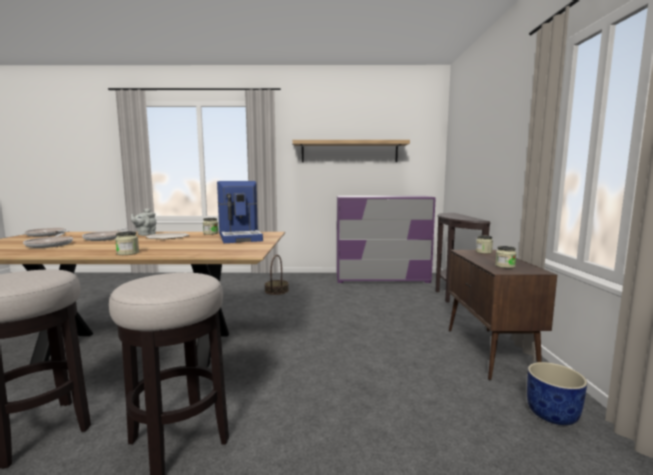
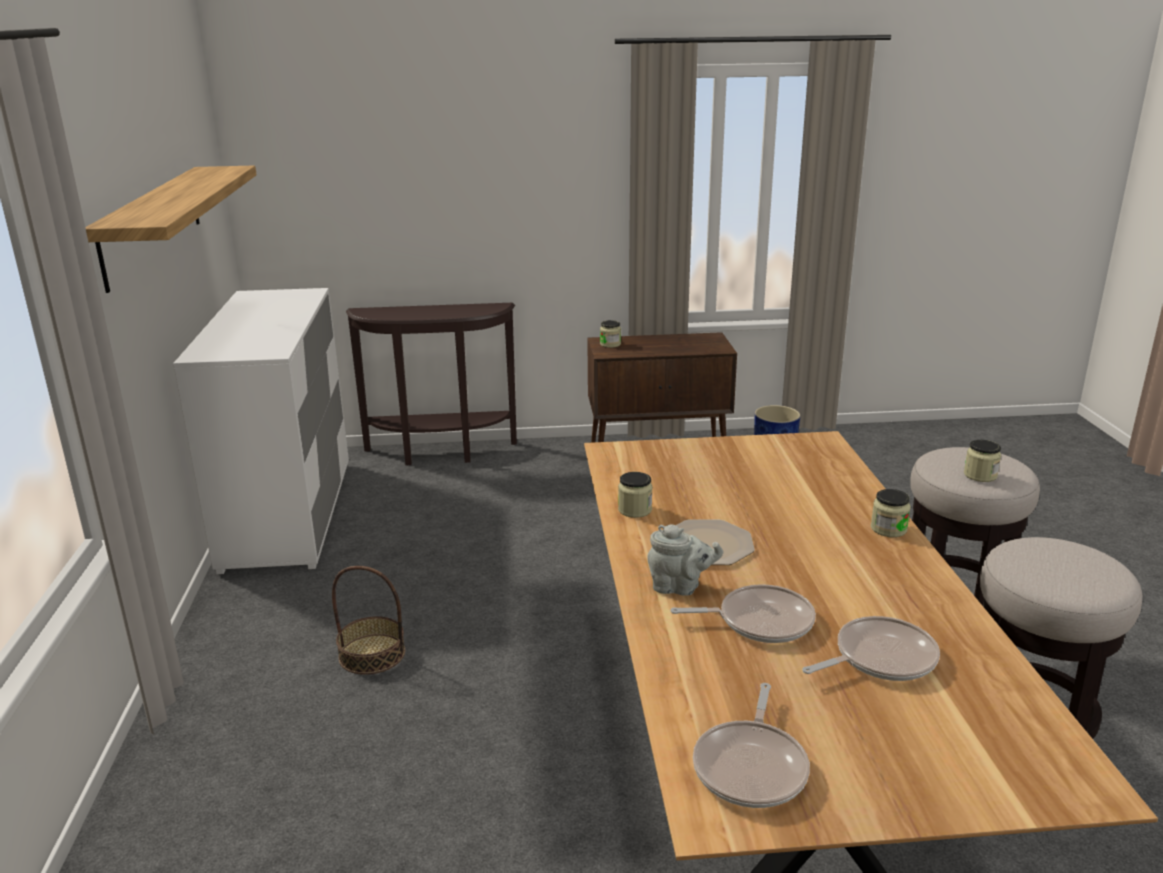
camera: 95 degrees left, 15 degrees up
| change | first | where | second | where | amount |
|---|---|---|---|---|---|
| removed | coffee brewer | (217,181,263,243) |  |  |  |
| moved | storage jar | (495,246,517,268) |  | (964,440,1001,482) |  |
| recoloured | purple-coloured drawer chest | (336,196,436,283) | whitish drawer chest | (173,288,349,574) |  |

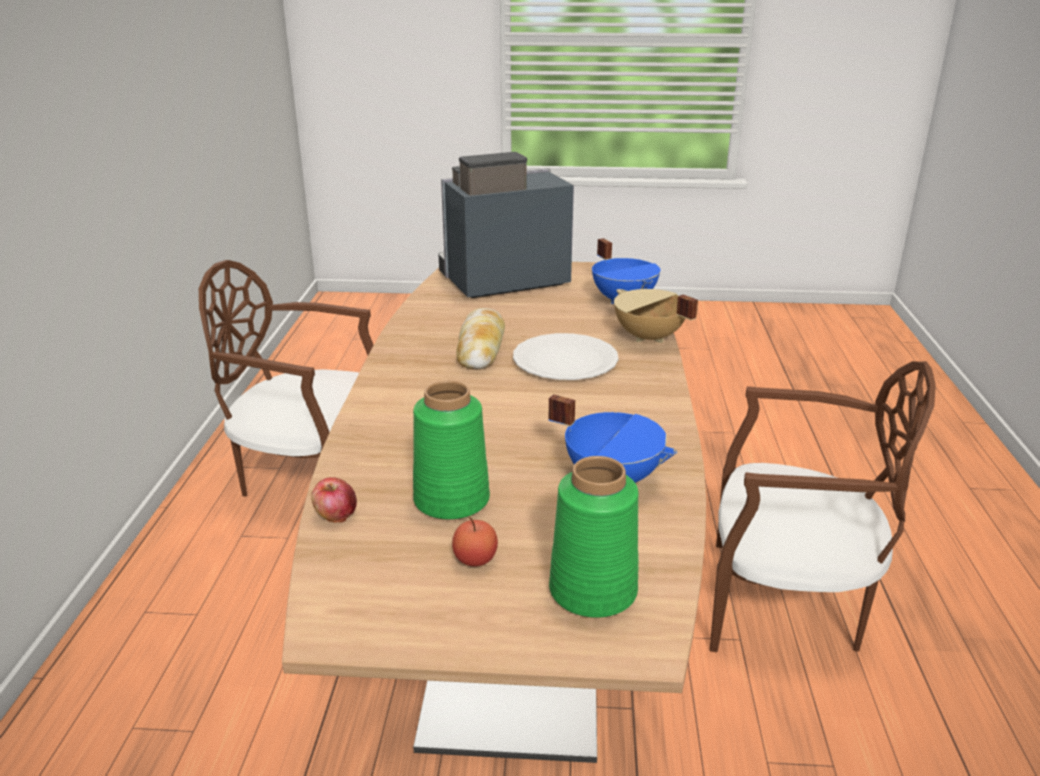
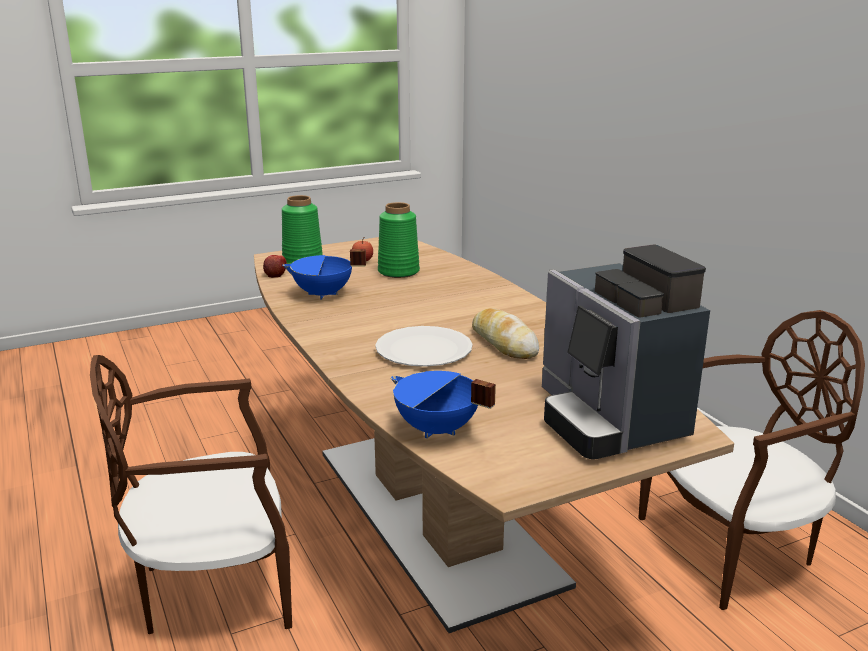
camera: 150 degrees right, 5 degrees down
| change | first | where | second | where | amount |
|---|---|---|---|---|---|
| removed | sand-coloured saucepot | (614,289,698,343) |  |  |  |
| moved | apple fruit | (311,477,357,523) |  | (263,255,287,278) |  |
| turned | coffee brewer | (438,152,574,298) |  | (542,245,710,459) | 120 degrees clockwise |

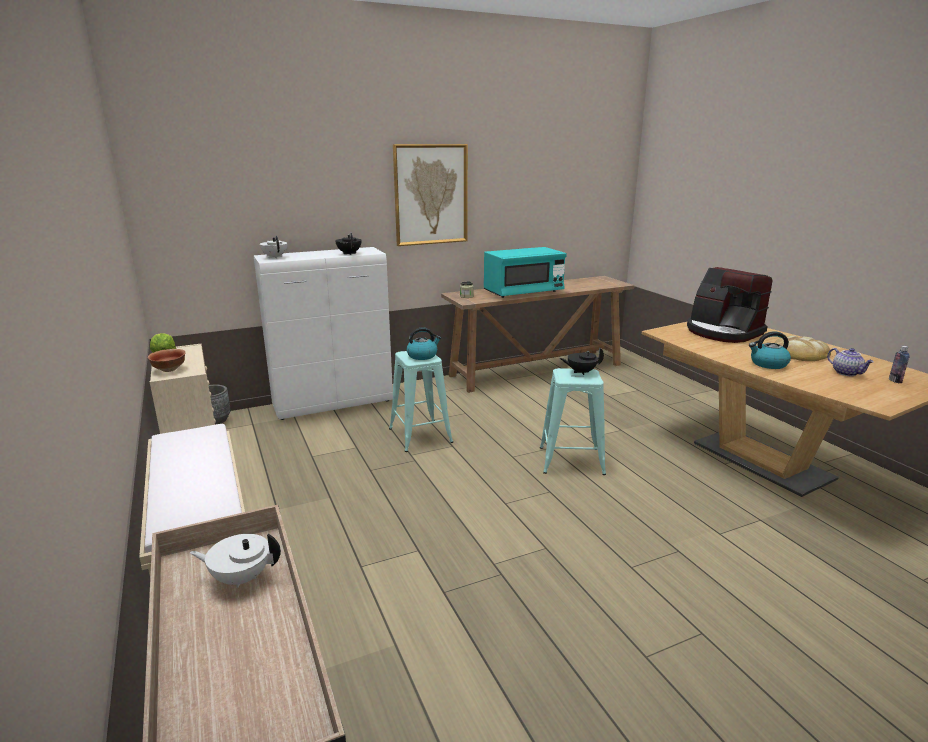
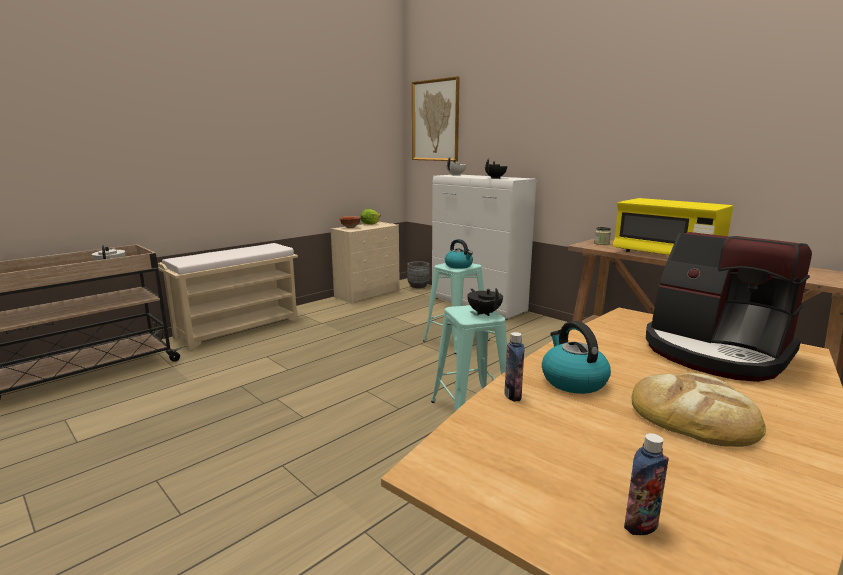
camera: 70 degrees right, 5 degrees down
| change | first | where | second | where | amount |
|---|---|---|---|---|---|
| removed | pot for tea | (827,348,874,376) |  |  |  |
| added |  |  | drink bottle | (504,332,525,402) |  |
| moved | wall art | (393,144,468,246) |  | (412,76,460,161) |  |
| recoloured | turquoise kitchen microwave | (484,247,567,298) | yellow-coloured kitchen microwave | (613,198,733,255) |  |
| turned | coffee brewer | (687,267,772,343) |  | (646,232,812,382) | 75 degrees counterclockwise |

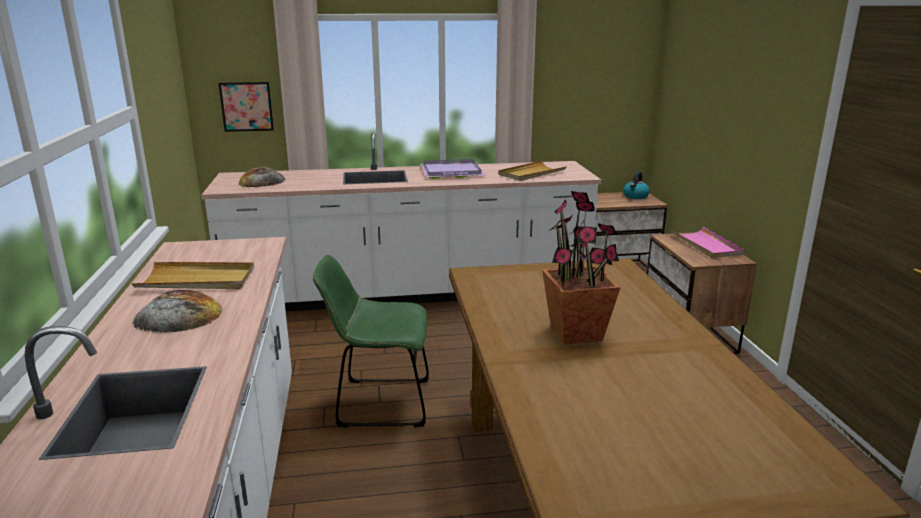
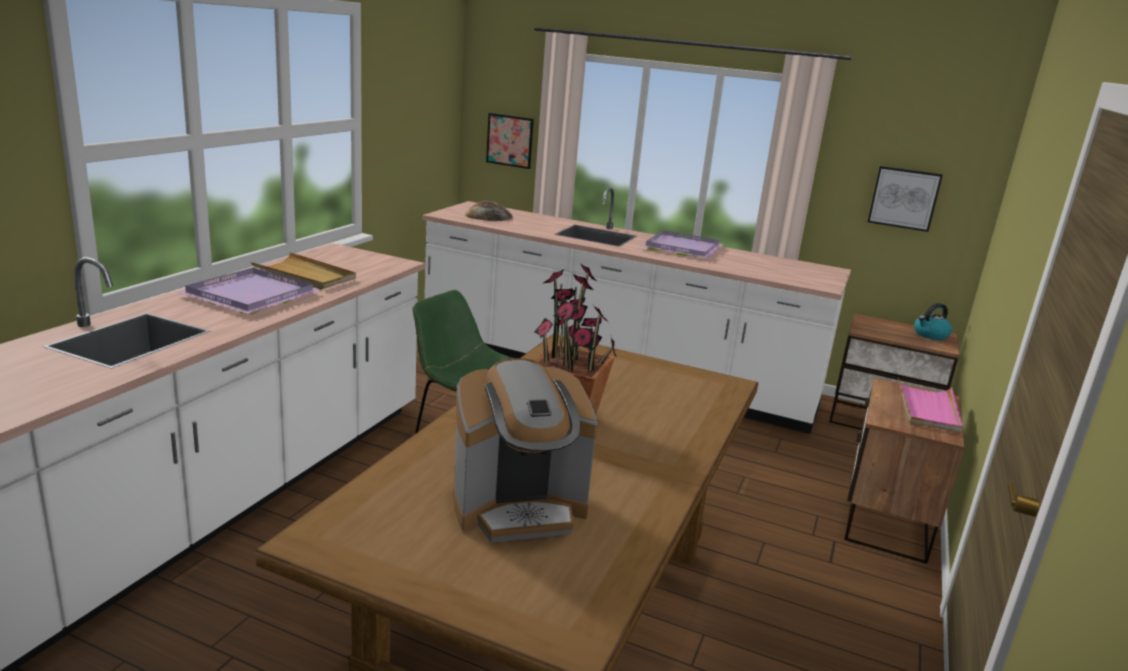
camera: 30 degrees right, 0 degrees up
| change | first | where | second | where | amount |
|---|---|---|---|---|---|
| removed | sand-coloured tray | (498,161,567,181) |  |  |  |
| added |  |  | coffee brewer | (453,358,598,543) |  |
| added |  |  | wall art | (868,166,943,232) |  |
| replaced | bakery bread | (132,290,223,333) | purple-coloured tray | (177,268,320,314) |  |

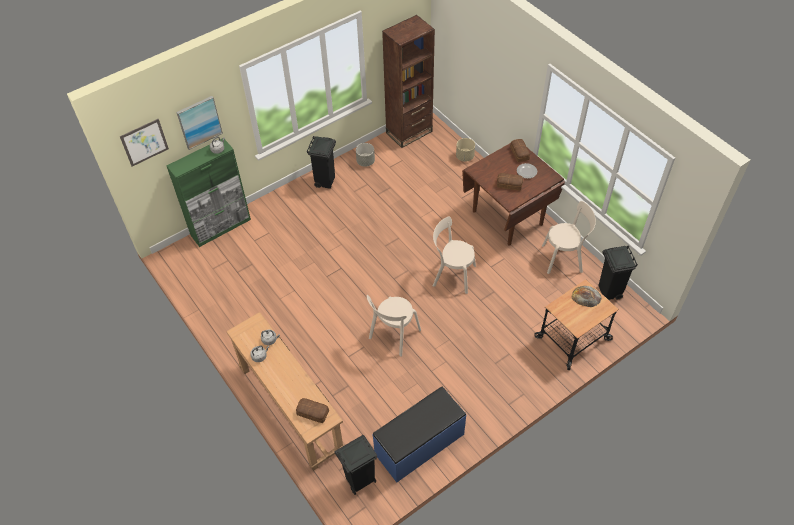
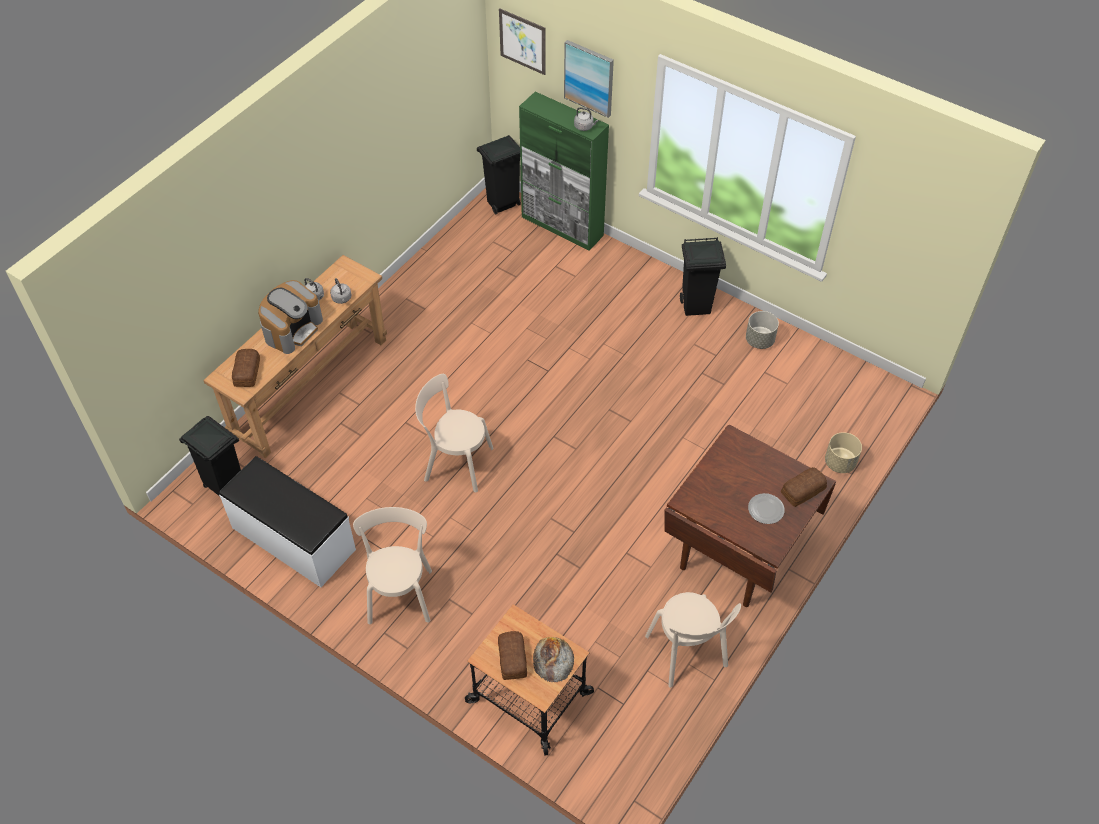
camera: 70 degrees right, 0 degrees up
| change | first | where | second | where | amount |
|---|---|---|---|---|---|
| removed | brown bookshelf | (382,15,435,148) |  |  |  |
| added |  |  | coffee brewer | (258,280,323,354) |  |
| moved | sand-coloured chair | (433,217,476,294) |  | (353,507,432,624) |  |
| moved | bakery bread | (497,173,523,190) |  | (498,631,527,680) |  |
| moved | blackish waste bin | (598,246,638,300) |  | (477,135,521,215) |  |
| recoloured | bluish indoor bench | (372,387,467,482) | whitish indoor bench | (219,456,356,587) |  |

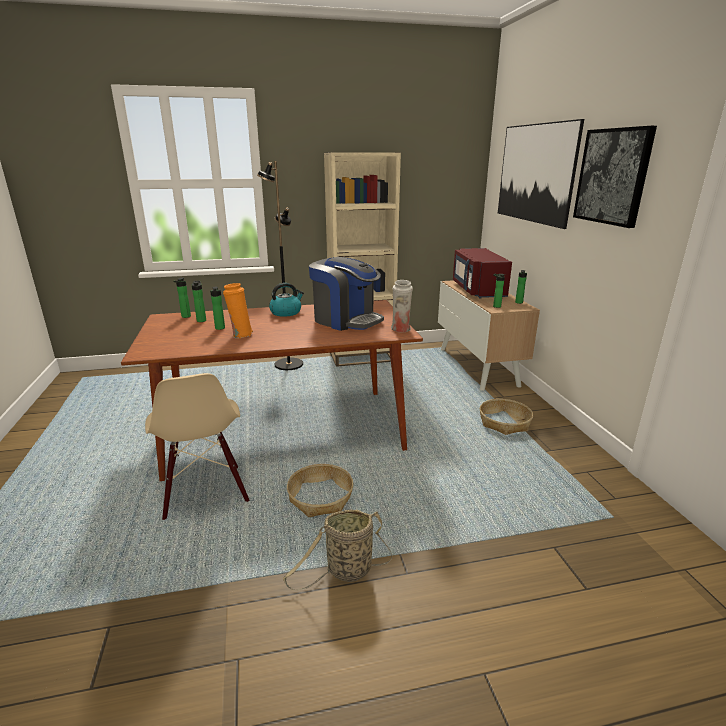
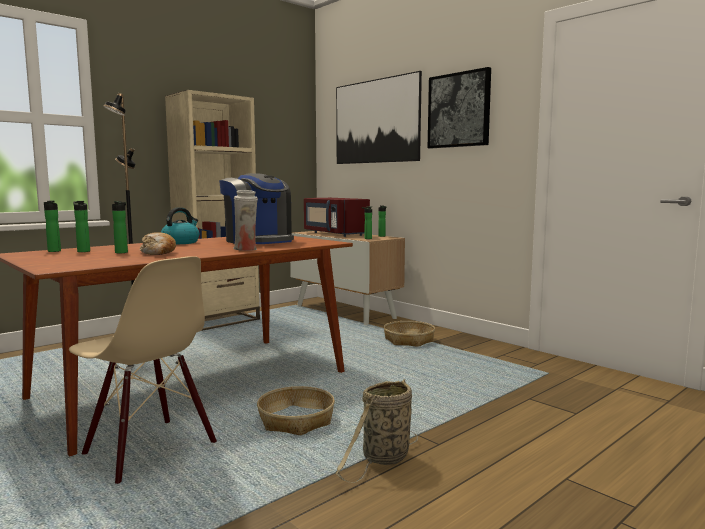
camera: 30 degrees left, 15 degrees down
| change | first | where | second | where | amount |
|---|---|---|---|---|---|
| moved | whitish flower vase | (391,280,413,332) |  | (233,190,258,251) |  |
| replaced | orangey flower vase | (223,283,253,338) | bakery bread | (140,232,176,255) |  |
| turned | coffee brewer | (309,257,384,331) |  | (219,173,294,244) | 45 degrees clockwise |

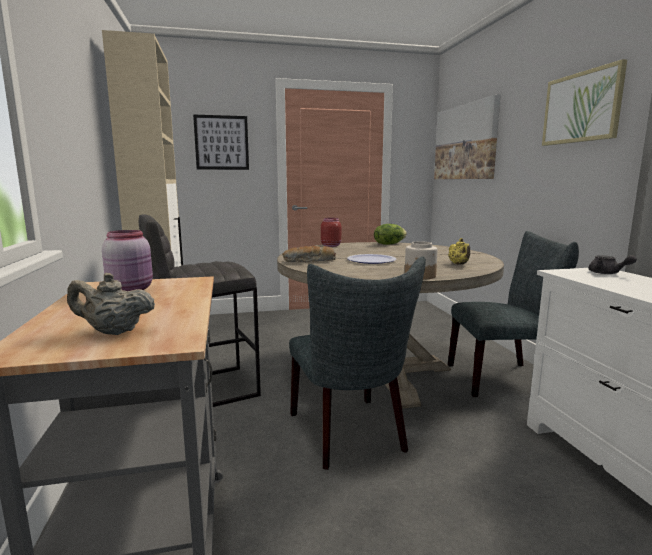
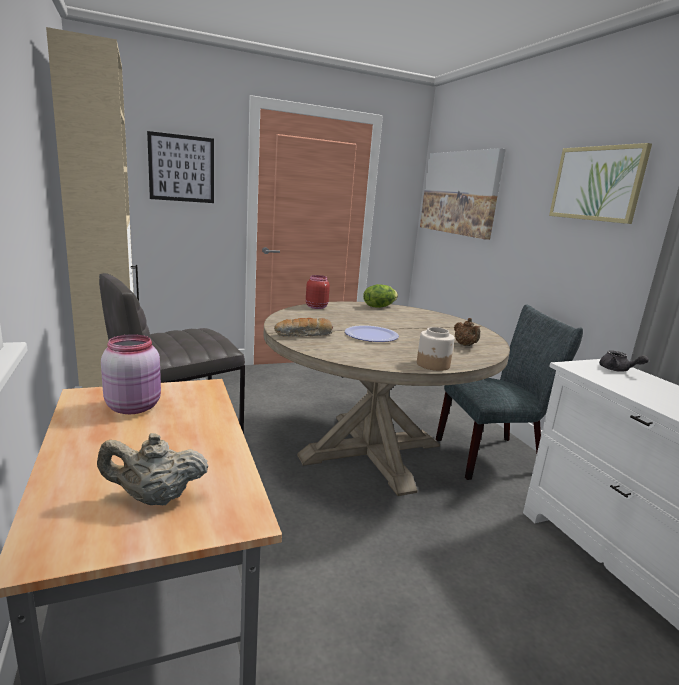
camera: 10 degrees left, 5 degrees up
| change | first | where | second | where | amount |
|---|---|---|---|---|---|
| removed | gray chair | (289,256,426,470) |  |  |  |
| recoloured | yellow-coloured pot for tea | (449,238,470,264) | brown pot for tea | (454,318,480,346) |  |

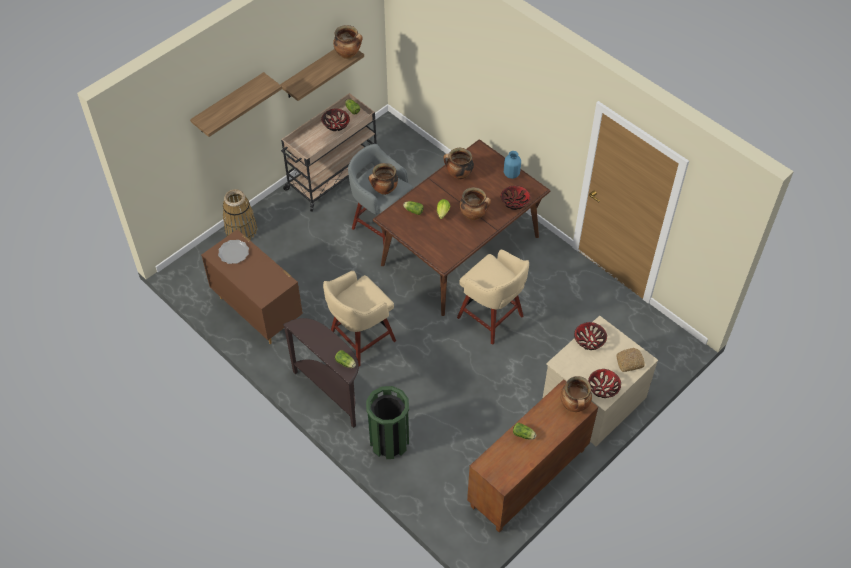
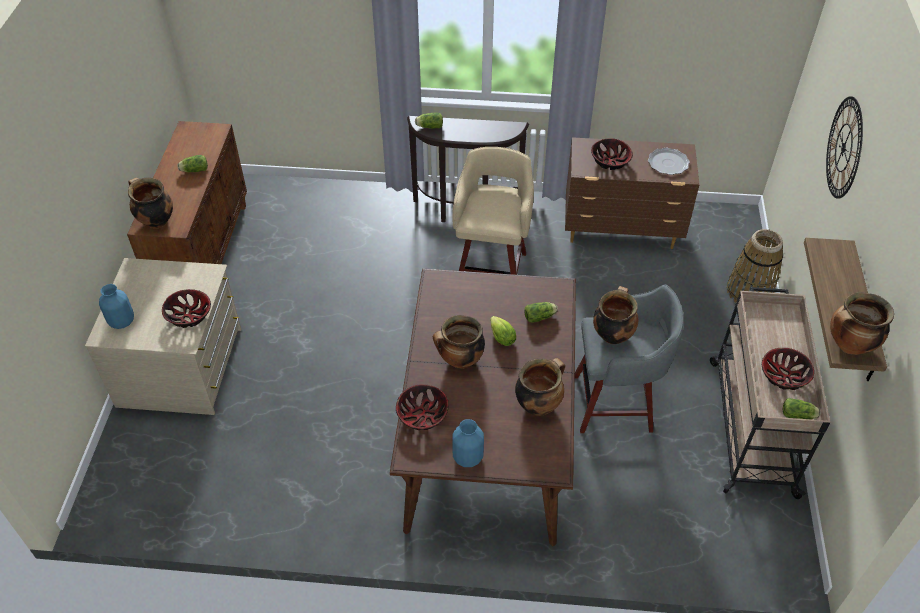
camera: 140 degrees right, 5 degrees down
| change | first | where | second | where | amount |
|---|---|---|---|---|---|
| removed | green-coloured waste bin | (366,386,409,459) |  |  |  |
| removed | sand-coloured stool seat | (457,250,529,345) |  |  |  |
| moved | serving bowl | (588,369,621,398) |  | (591,138,633,170) |  |
| replaced | bracket shelf | (190,72,282,137) | clock on the wall | (826,96,863,199) |  |
| replaced | bakery bread | (616,348,644,372) | bluish flower vase | (99,284,134,329) |  |

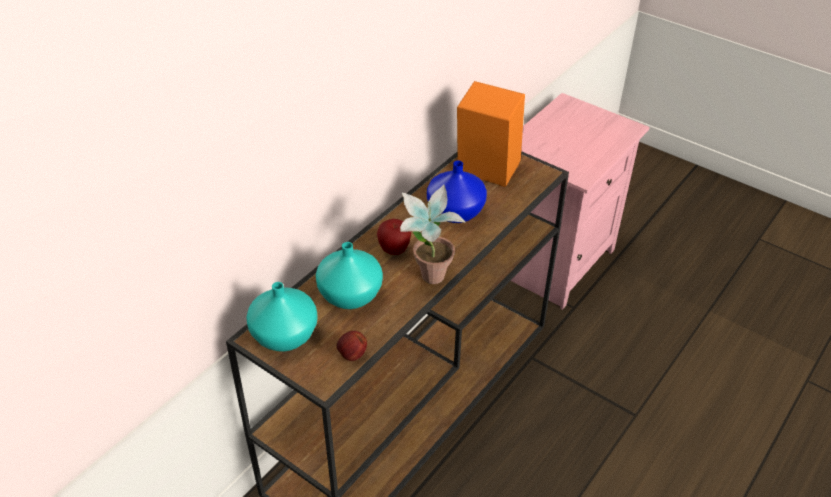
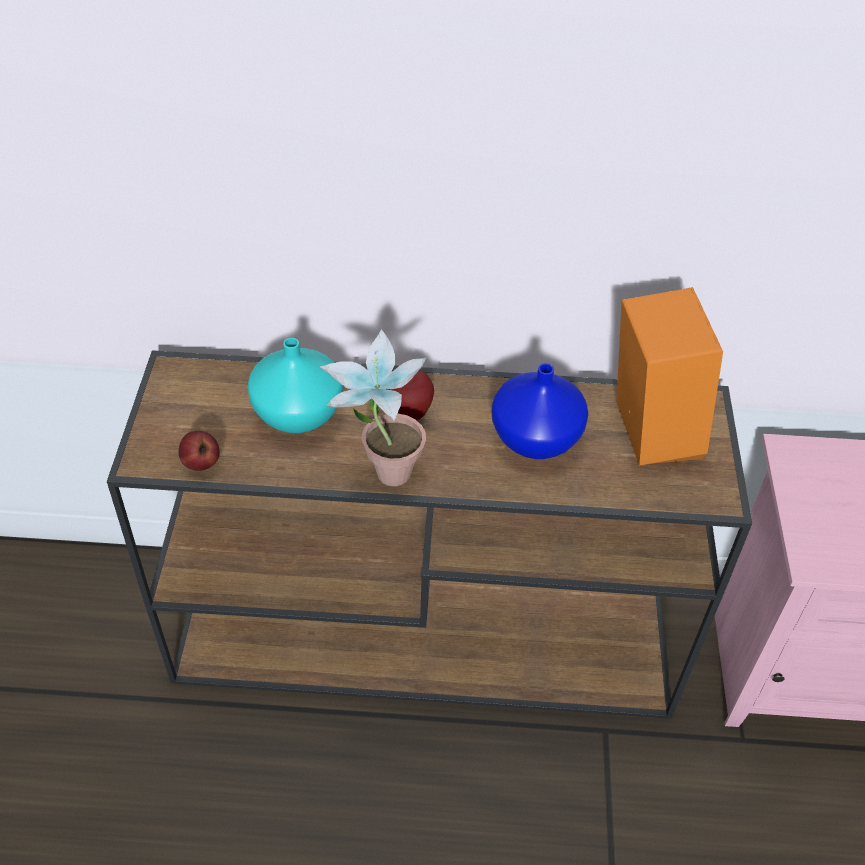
camera: 55 degrees right, 5 degrees up
| change | first | where | second | where | amount |
|---|---|---|---|---|---|
| removed | turquoise flower vase | (246,282,318,351) |  |  |  |

